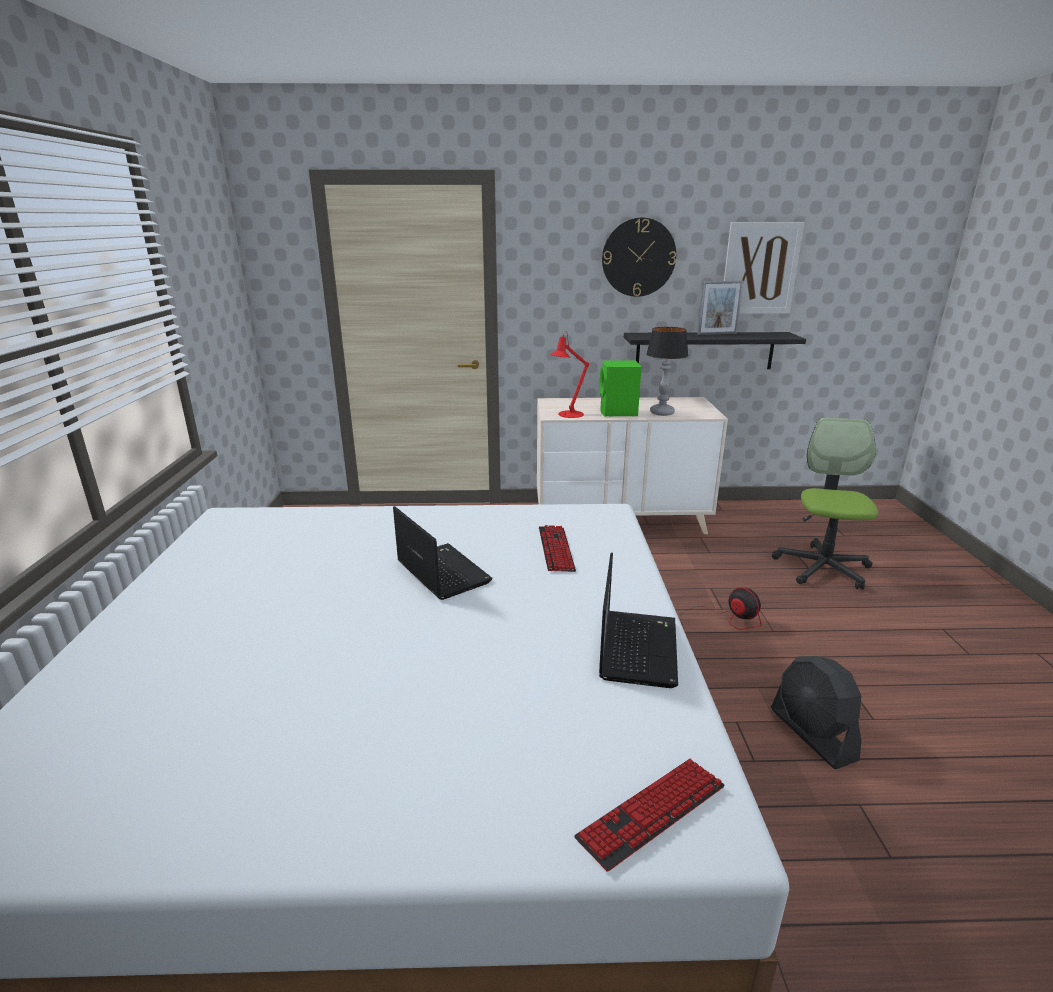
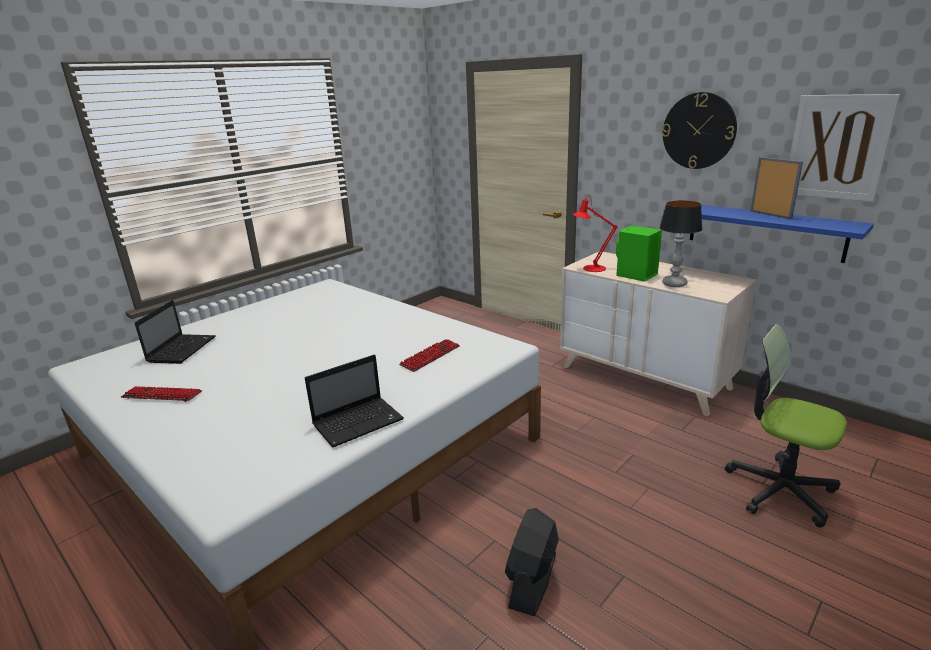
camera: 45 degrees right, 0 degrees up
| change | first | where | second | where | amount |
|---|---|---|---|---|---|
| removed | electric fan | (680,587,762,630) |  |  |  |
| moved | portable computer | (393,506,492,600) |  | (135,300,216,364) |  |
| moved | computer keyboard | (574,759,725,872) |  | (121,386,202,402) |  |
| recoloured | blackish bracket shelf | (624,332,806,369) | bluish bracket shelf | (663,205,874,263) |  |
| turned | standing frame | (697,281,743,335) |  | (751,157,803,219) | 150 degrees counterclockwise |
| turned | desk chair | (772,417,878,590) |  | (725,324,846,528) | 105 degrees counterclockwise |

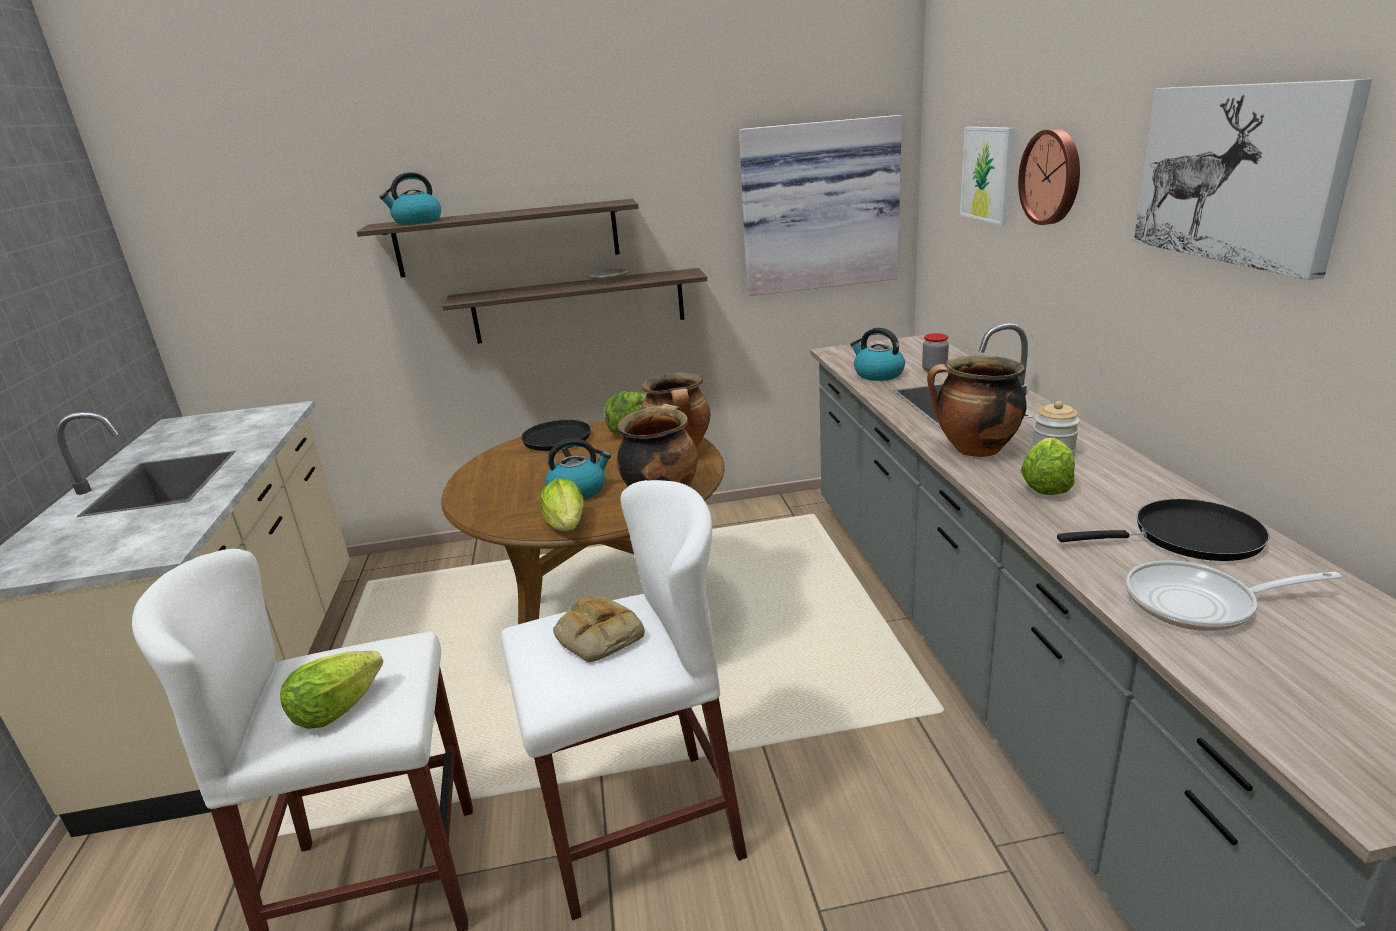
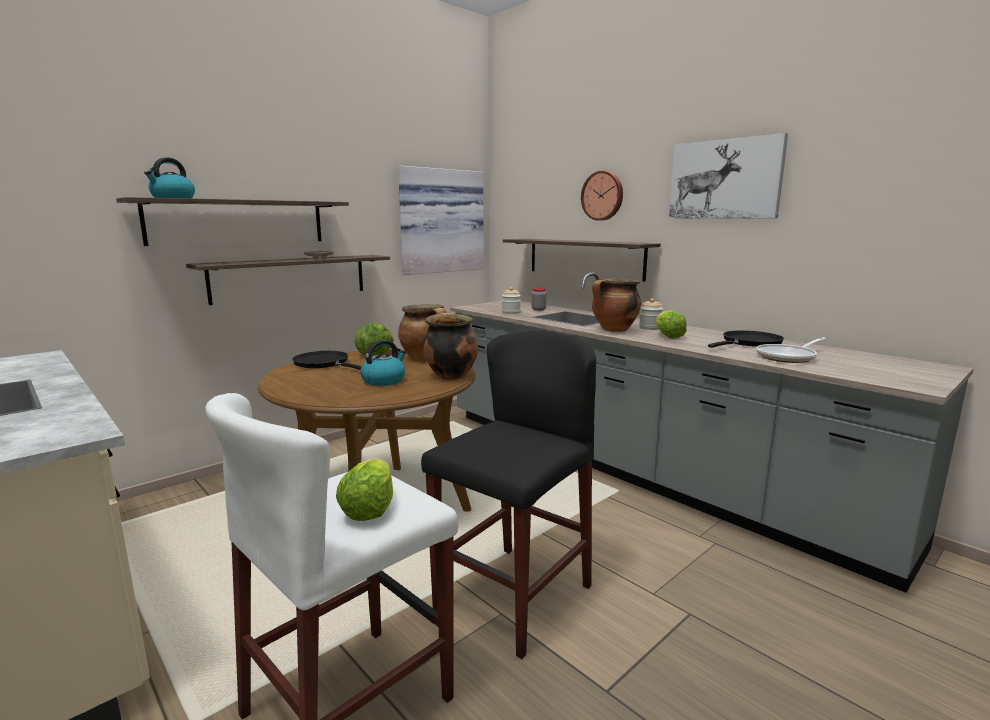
camera: 35 degrees left, 10 degrees down
| change | first | where | second | where | amount |
|---|---|---|---|---|---|
| removed | head of lettuce | (540,479,584,531) |  |  |  |
| removed | bakery bread | (553,596,645,662) |  |  |  |
| removed | wall art | (960,127,1014,225) |  |  |  |
| added |  |  | bracket shelf | (503,239,661,281) |  |
| replaced | tea kettle | (850,328,905,381) | storage jar | (502,287,521,314) |  |
| recoloured | whitish stool seat | (501,480,747,920) | blackish stool seat | (421,331,596,659) |  |

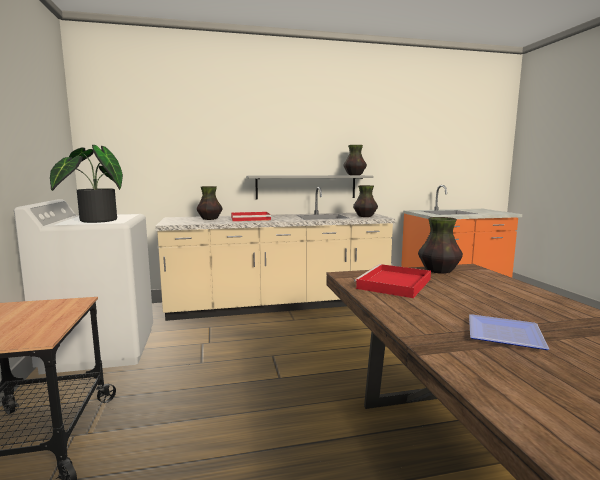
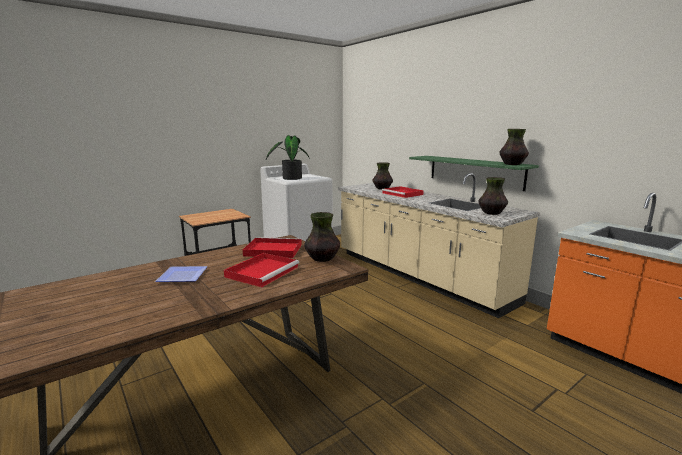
camera: 65 degrees right, 5 degrees up
| change | first | where | second | where | amount |
|---|---|---|---|---|---|
| added |  |  | red-coloured tray | (224,253,299,288) |  |
| recoloured | gray bracket shelf | (246,175,374,200) | green-coloured bracket shelf | (409,156,539,191) |  |

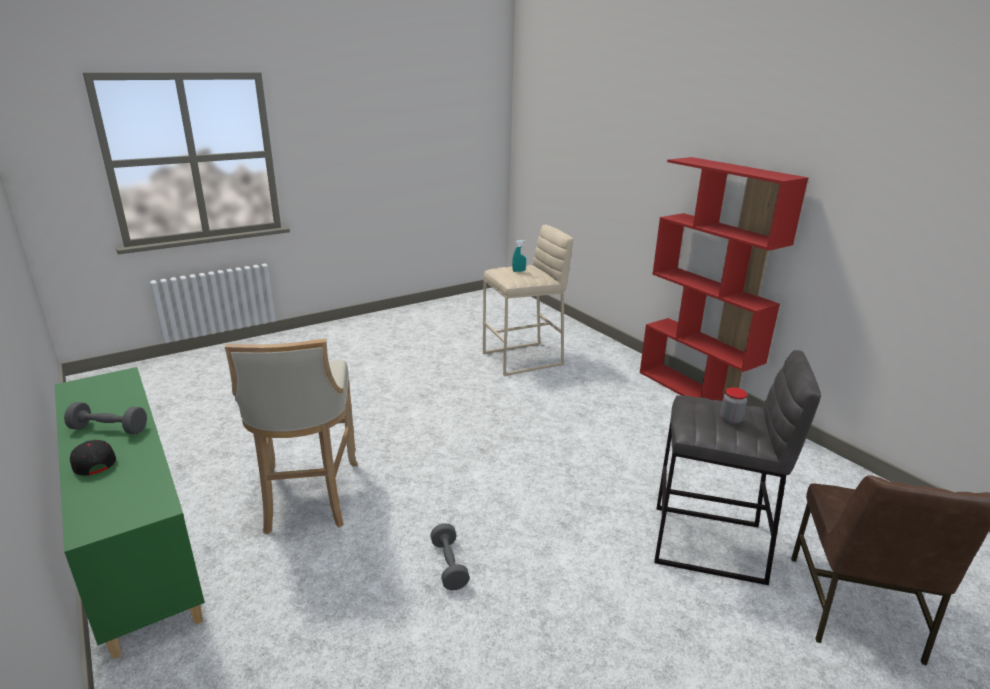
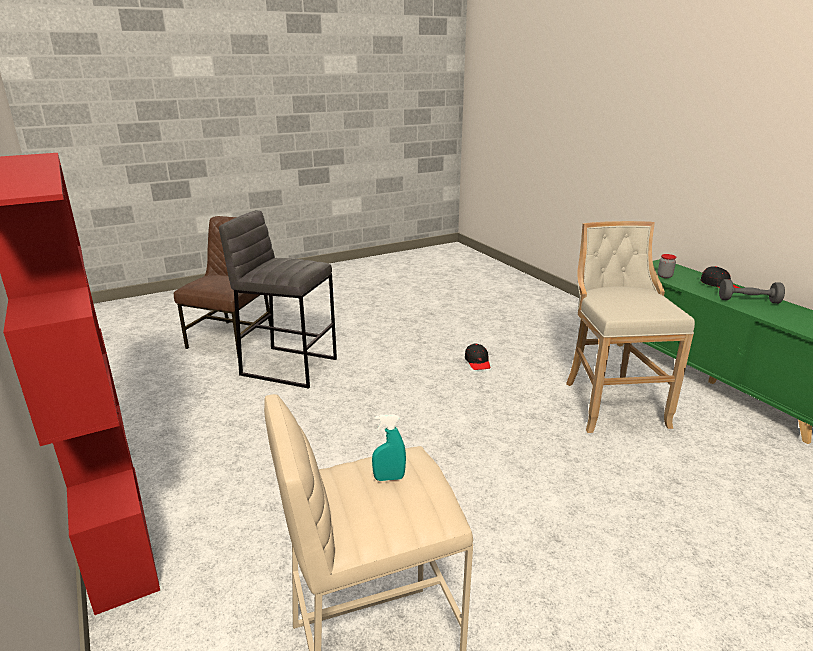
camera: 175 degrees left, 0 degrees up
| change | first | where | second | where | amount |
|---|---|---|---|---|---|
| moved | storage jar | (720,387,748,424) |  | (658,254,676,278) |  |
| replaced | gray hand weight | (430,523,470,590) | blackish baseball cap | (465,343,490,370) |  |

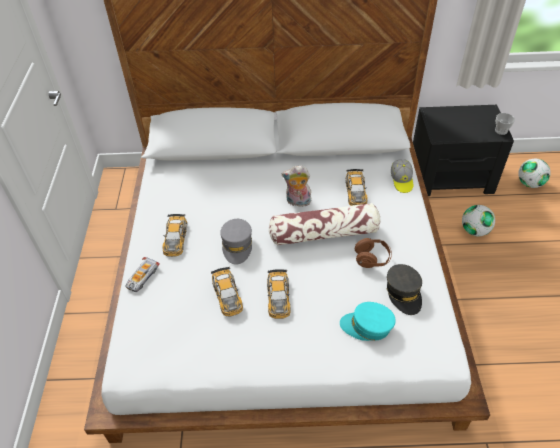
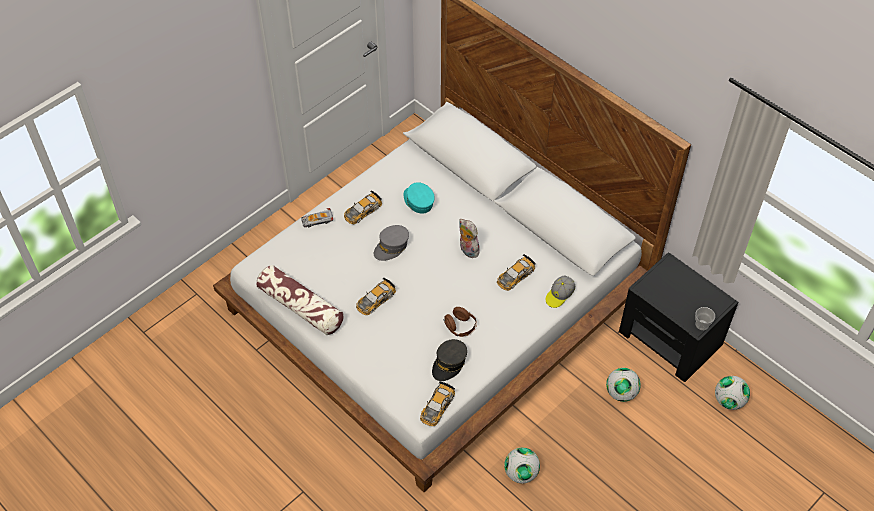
camera: 45 degrees right, 5 degrees up
| change | first | where | second | where | amount |
|---|---|---|---|---|---|
| added |  |  | football | (504,447,540,484) |  |
| moved | miniature car | (211,267,243,316) |  | (420,382,455,426) |  |
| moved | throw pillow | (269,203,380,246) |  | (257,265,343,335) |  |
| moved | turquoise baseball cap | (340,302,396,341) |  | (404,182,435,214) |  |

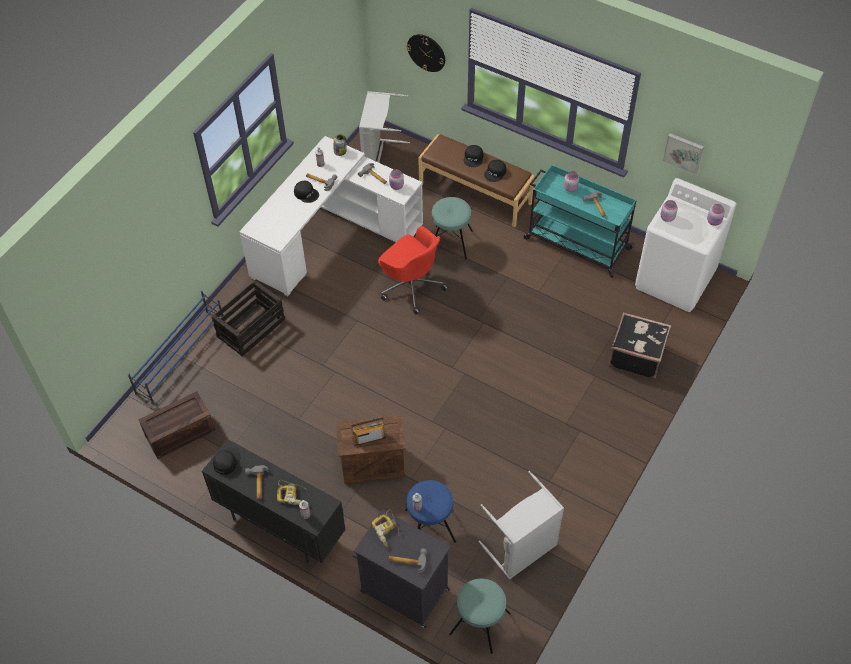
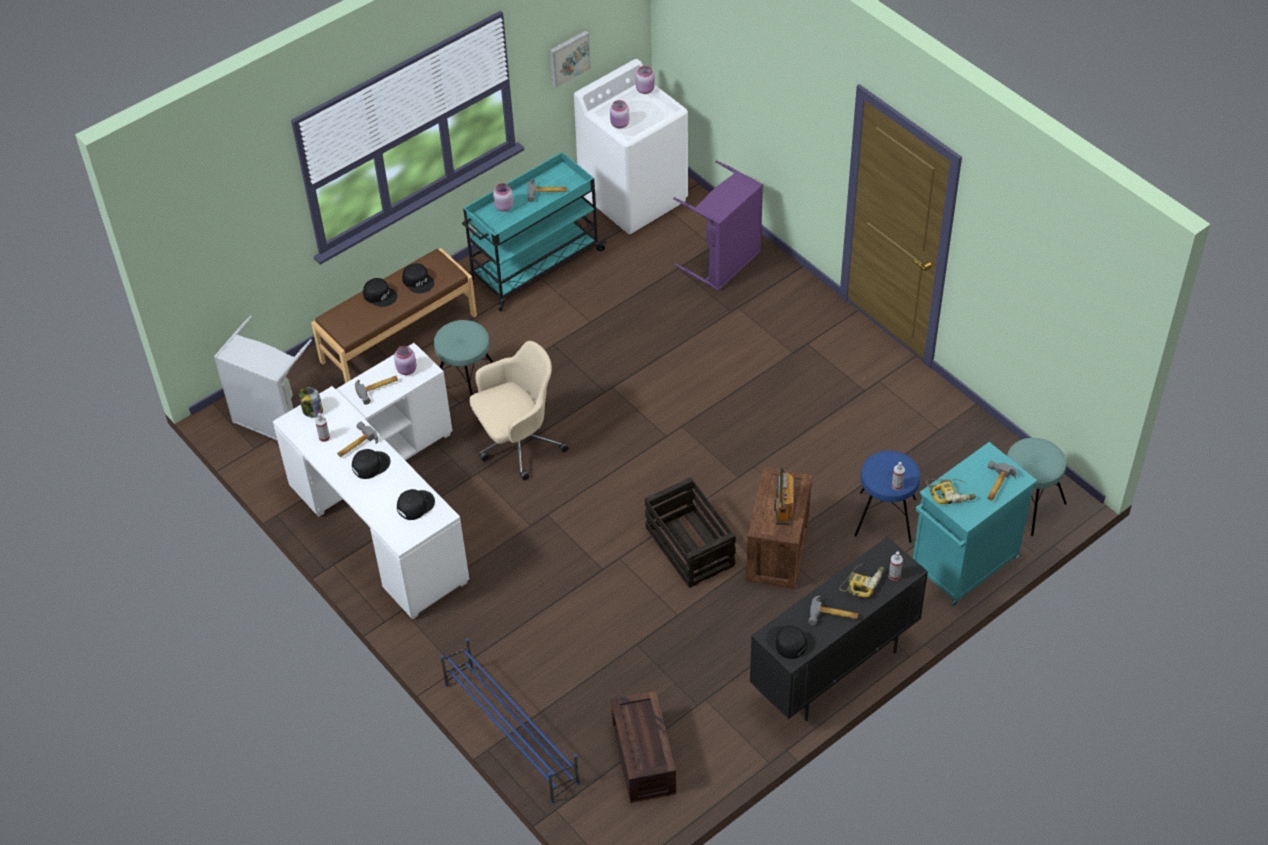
camera: 70 degrees left, 5 degrees down
| change | first | where | second | where | amount |
|---|---|---|---|---|---|
| removed | clock on the wall | (407,34,445,72) |  |  |  |
| removed | gray hamper | (478,471,564,579) |  |  |  |
| added |  |  | blackish baseball cap | (397,489,435,520) |  |
| moved | packing crate | (212,280,285,356) |  | (645,477,736,588) |  |
| replaced | blackish travel case | (608,312,671,379) | purple-coloured hamper | (673,160,763,291) |  |
| recoloured | blackish storage cabinet | (353,509,451,628) | turquoise storage cabinet | (913,442,1037,607) |  |
| recoloured | red-coloured desk chair | (378,226,448,315) | sand-coloured desk chair | (469,341,569,480) |  |

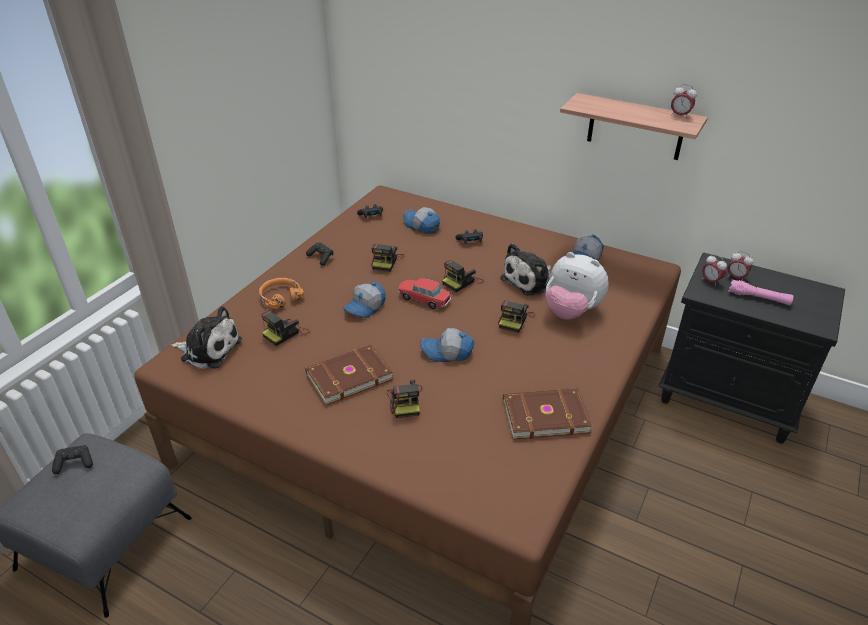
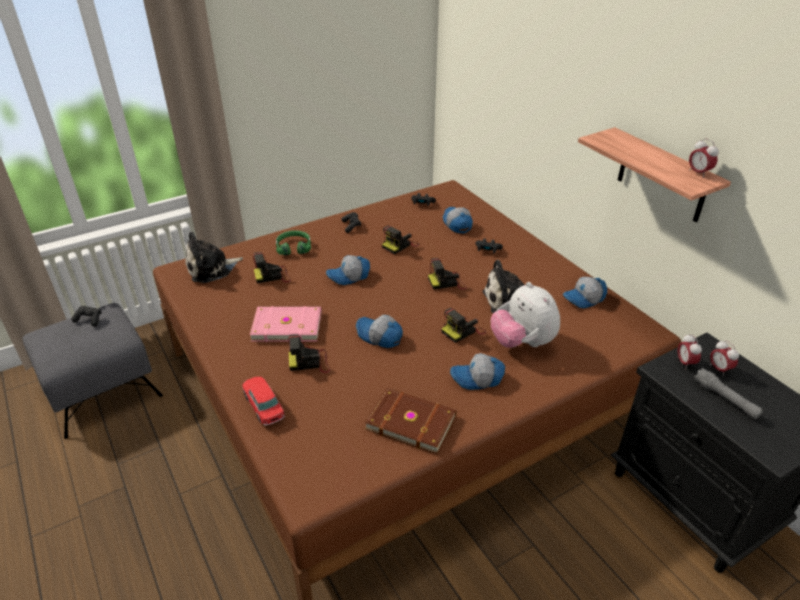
camera: 30 degrees right, 0 degrees up
| change | first | where | second | where | amount |
|---|---|---|---|---|---|
| added |  |  | baseball cap | (450,353,505,390) |  |
| moved | miniature car | (398,278,452,309) |  | (242,377,285,425) |  |
| recoloured | orangey headphones | (259,278,304,309) | green-coloured headphones | (276,230,311,255) |  |
| recoloured | brown volume | (305,344,393,405) | pink volume | (250,306,322,342) |  |
| recoloured | pink hand torch | (728,279,794,305) | gray hand torch | (694,368,763,419) |  |
| turned | cuddly toy | (171,306,242,369) |  | (185,231,243,283) | 105 degrees clockwise |
| turned | still camera | (387,379,422,418) |  | (288,334,330,373) | 60 degrees clockwise |

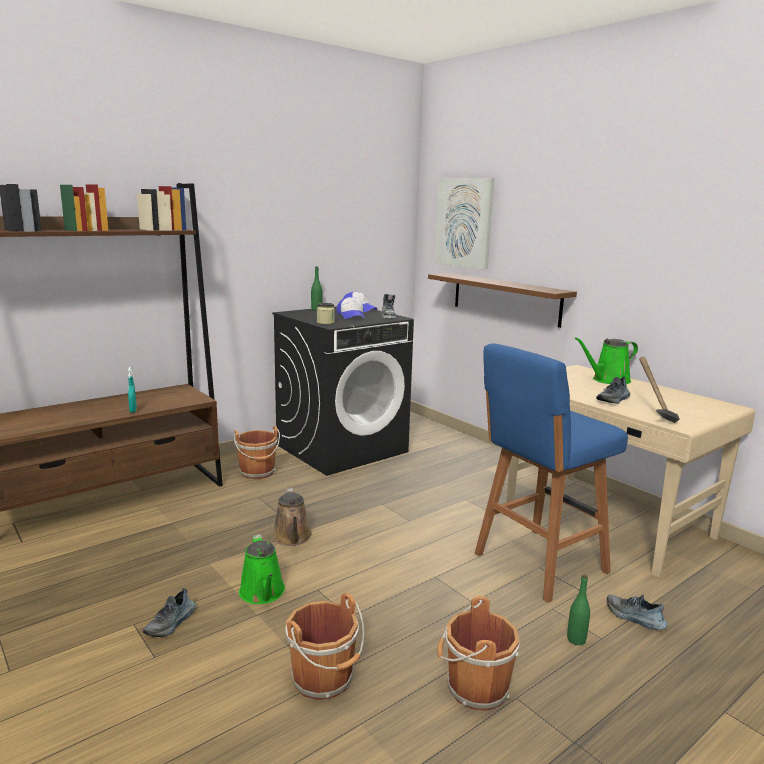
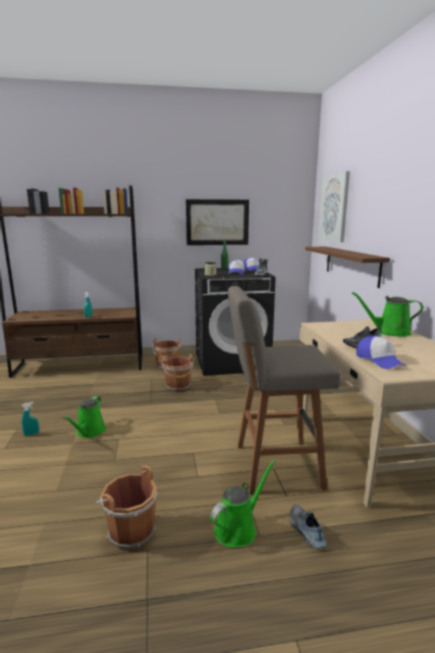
camera: 30 degrees right, 0 degrees up
| change | first | where | second | where | amount |
|---|---|---|---|---|---|
| removed | brown watering pot | (272,488,312,546) |  |  |  |
| added |  |  | wall art | (186,199,249,245) |  |
| moved | brown bucket | (285,593,365,700) |  | (162,354,194,392) |  |
| replaced | item of footwear | (143,588,196,637) | turquoise spray bottle | (21,402,39,436) |  |
| replaced | green-coloured drink bottle | (567,574,590,645) | green-coloured watering pot | (210,460,276,548) |  |
| replaced | hammer | (639,357,680,423) | baseball cap | (356,336,406,369) |  |
| recoloured | bluish stool seat | (475,343,628,603) | gray stool seat | (228,286,341,495) |  |

